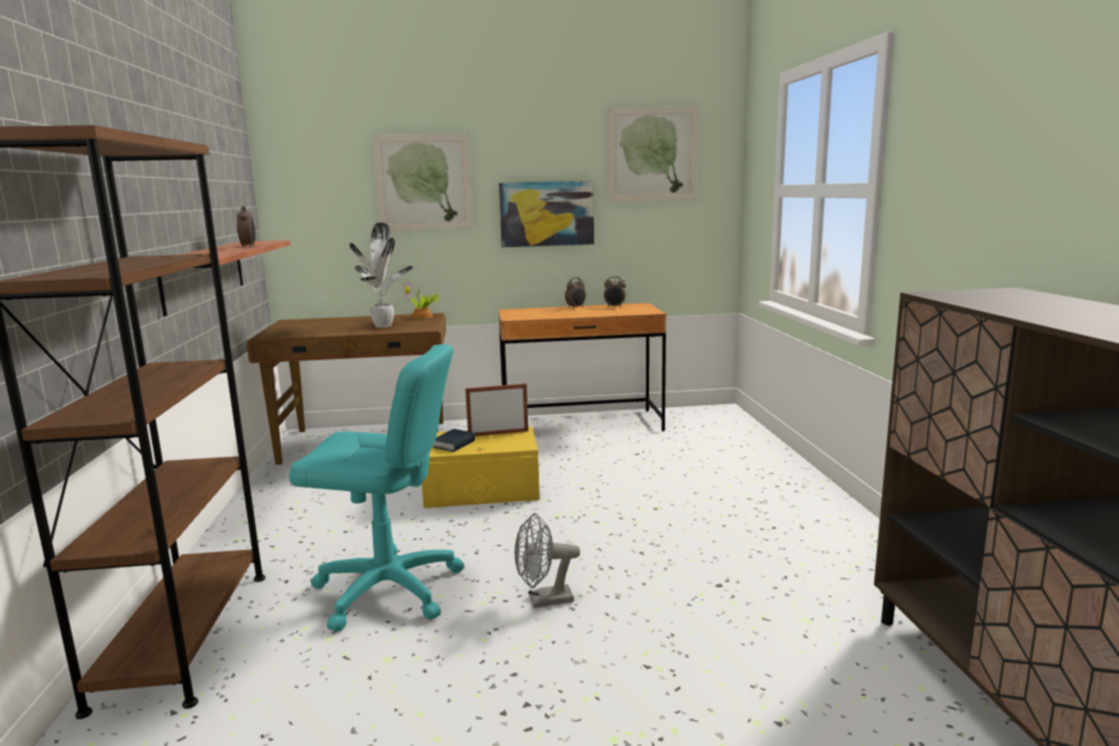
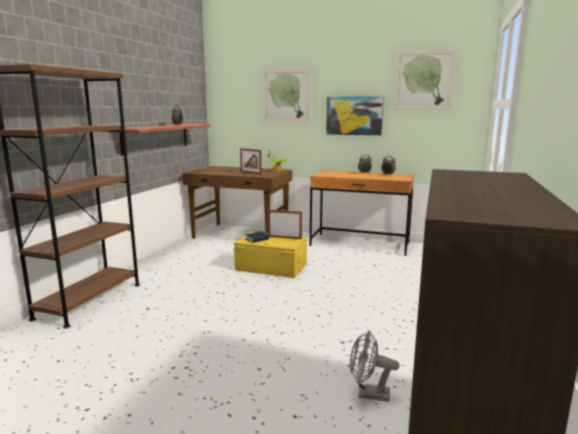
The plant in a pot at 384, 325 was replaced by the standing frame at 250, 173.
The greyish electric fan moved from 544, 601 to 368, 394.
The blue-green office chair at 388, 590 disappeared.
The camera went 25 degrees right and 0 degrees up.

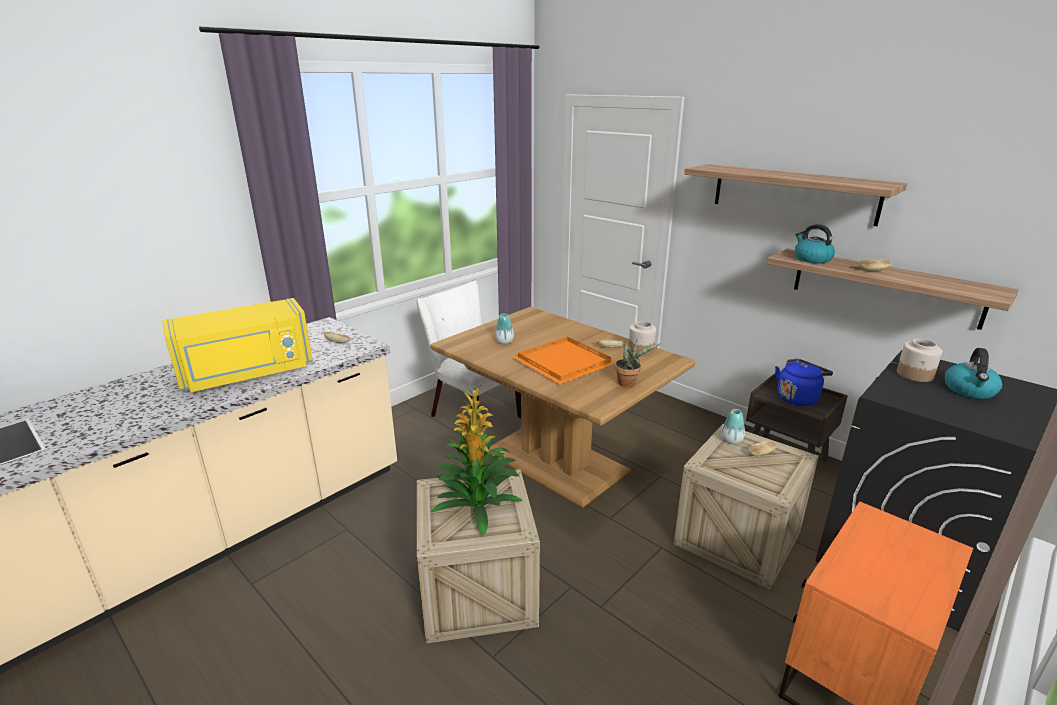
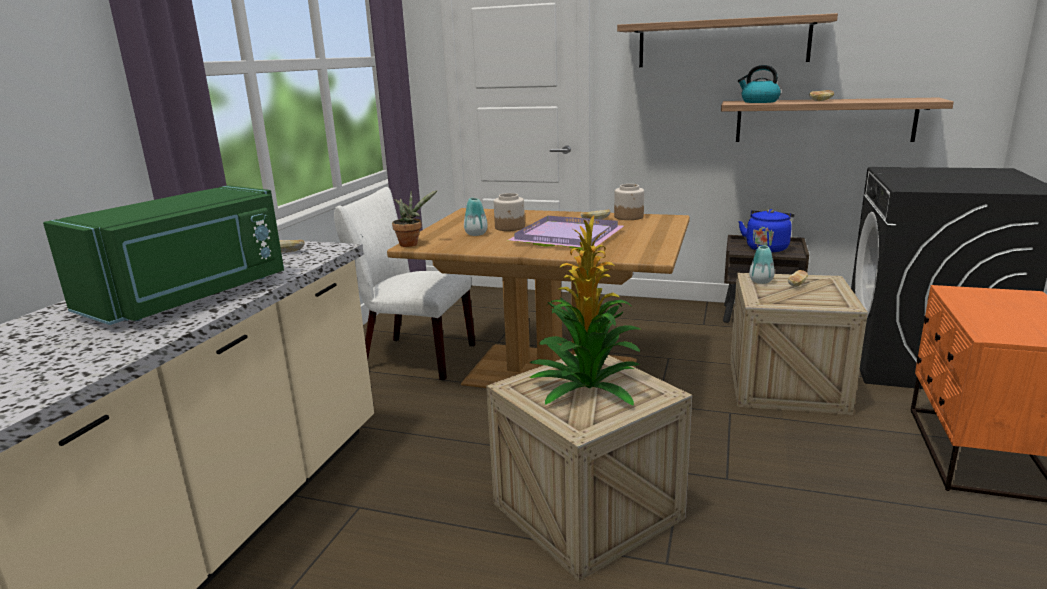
The yellow kitchen microwave at 247, 373 became the green kitchen microwave at 192, 296.
The plant in a pot moved from 628, 383 to 411, 244.
The storage jar moved from 915, 375 to 510, 227.
The orange-coloured tray at 564, 362 became the purplish tray at 566, 236.
The tea kettle at 969, 390 disappeared.
The camera went 25 degrees left and 5 degrees down.

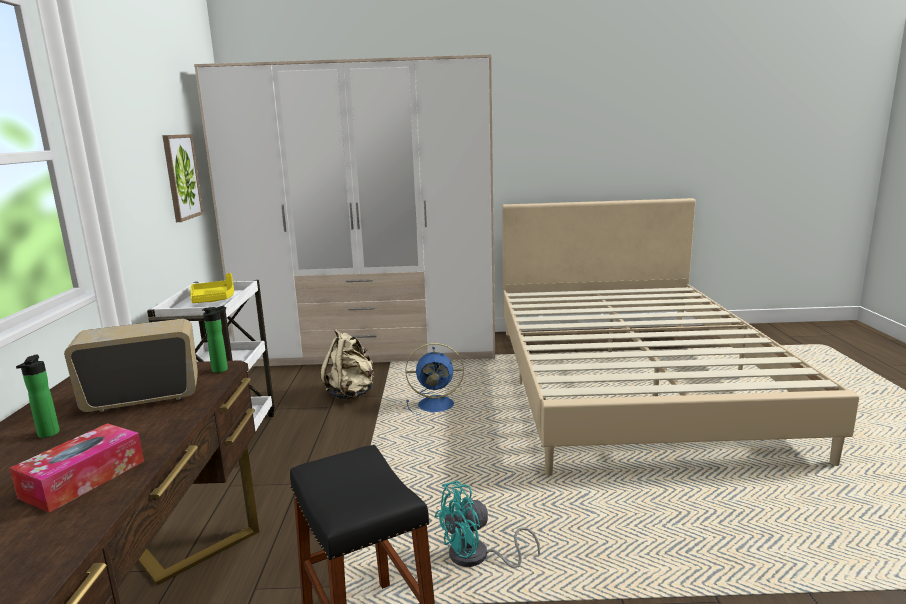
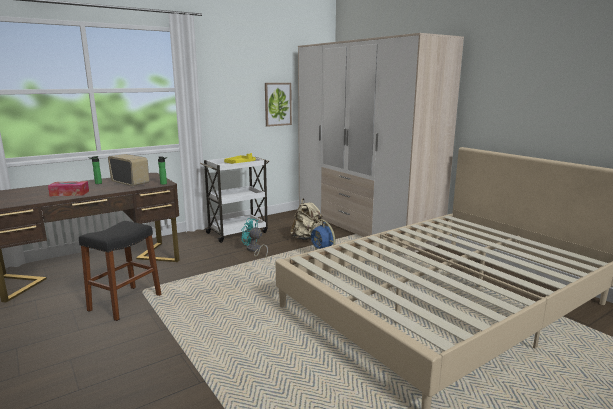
The blue-green electric fan moved from 477, 558 to 254, 250.
The camera went 55 degrees right and 0 degrees up.

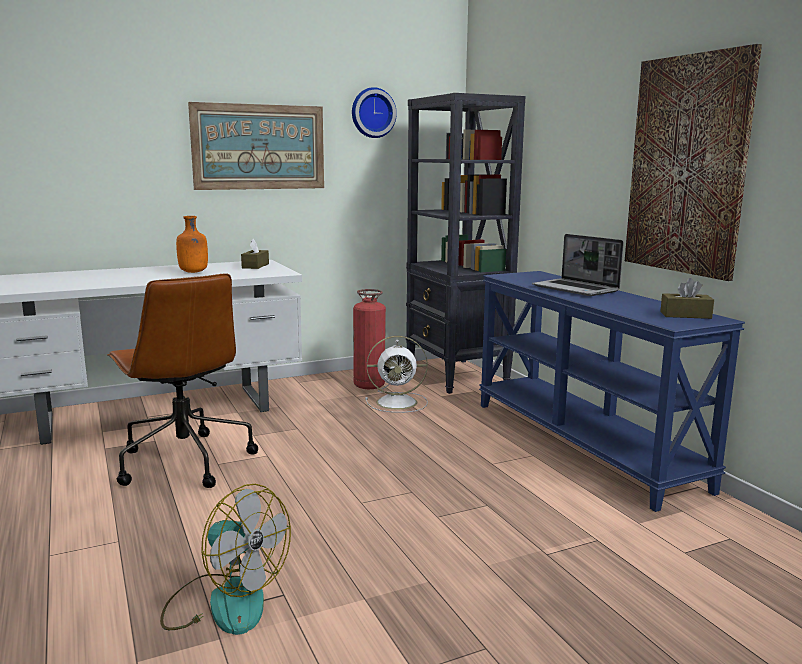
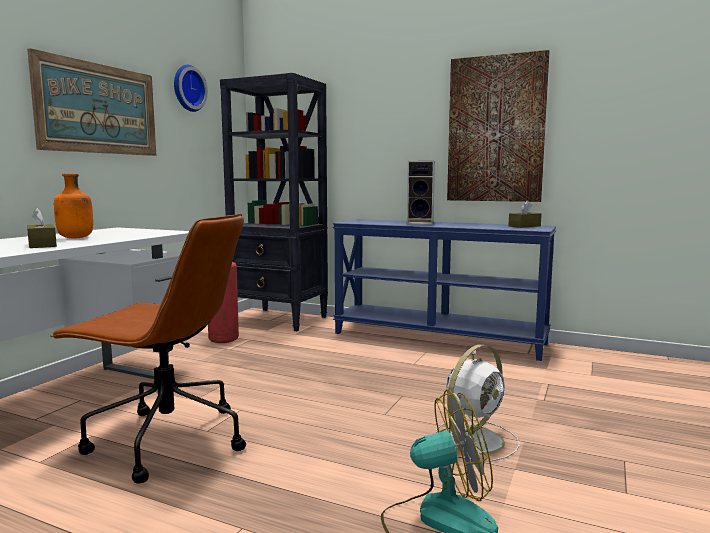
The brown-coloured tissue holder moved from 255, 266 to 42, 245.
The laptop at 576, 289 was replaced by the audio speaker at 421, 223.
The whitish electric fan moved from 398, 402 to 475, 439.
The camera went 40 degrees left and 5 degrees down.

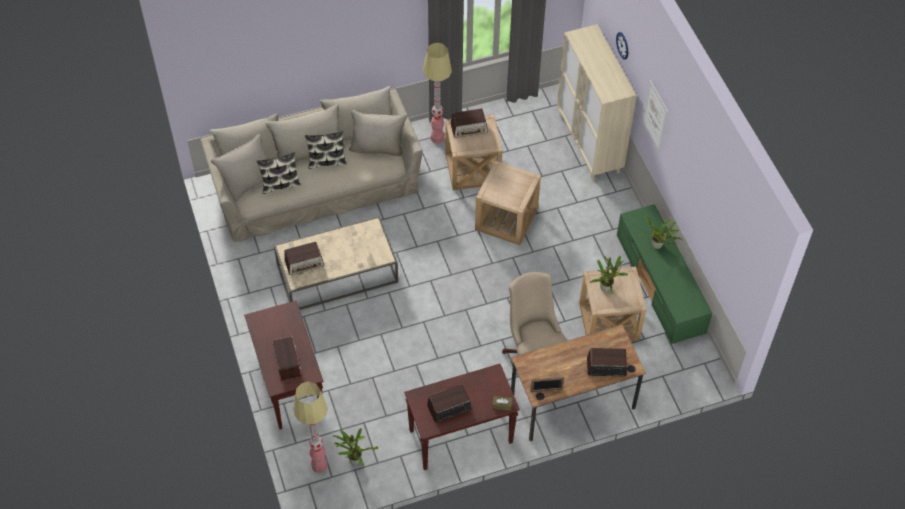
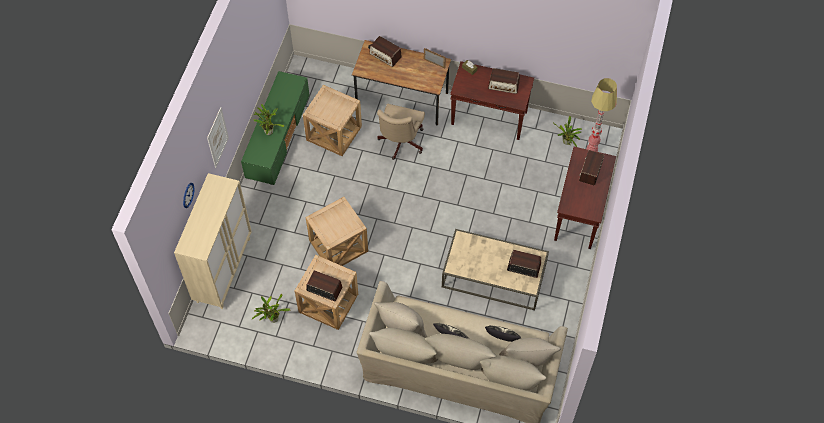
The plant in a pot moved from 606, 287 to 272, 319.
The standard lamp at 437, 138 disappeared.
The camera went 145 degrees left and 5 degrees up.

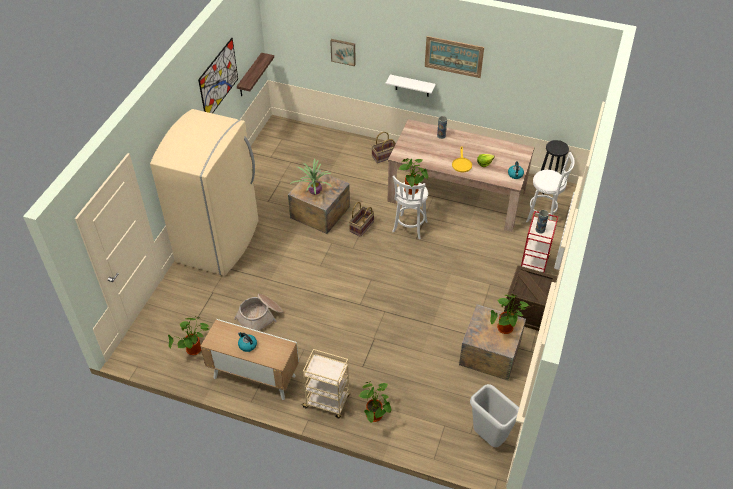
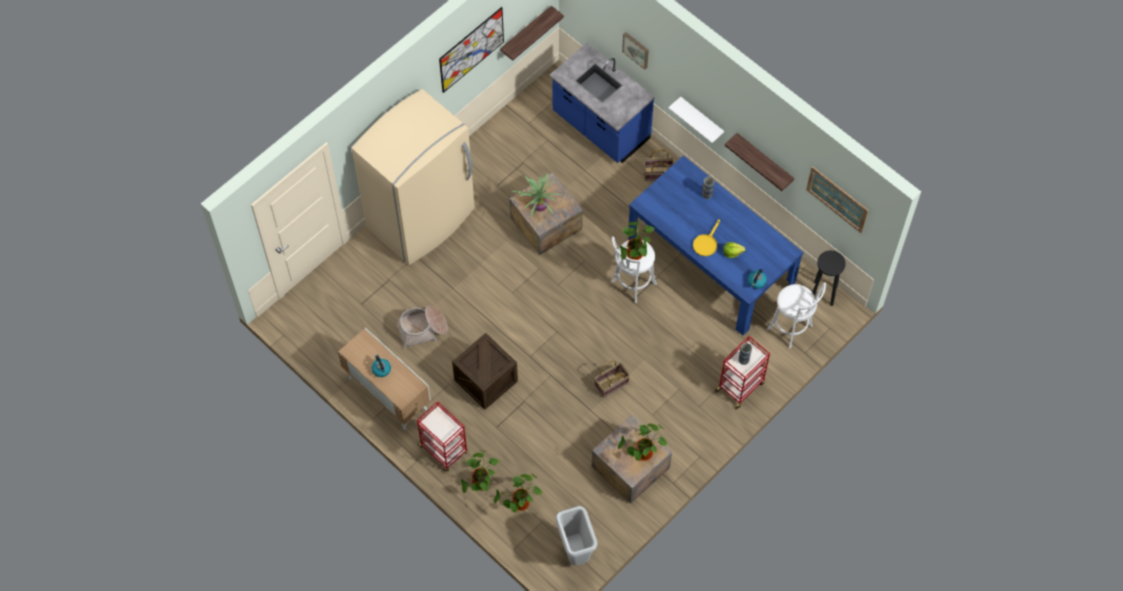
The sand-coloured wheeled cart at 327, 402 became the red-coloured wheeled cart at 444, 450.
The crate moved from 526, 310 to 486, 380.
The plant in a pot moved from 194, 351 to 520, 505.
The blue-coloured counter at 600, 127 appeared.
The household basket moved from 362, 227 to 611, 384.
The sand-coloured kitchen table at 457, 195 became the blue-coloured kitchen table at 710, 262.
The shelf at 764, 160 appeared.
The wall art moved from 454, 56 to 837, 199.
The camera went 25 degrees right and 15 degrees up.

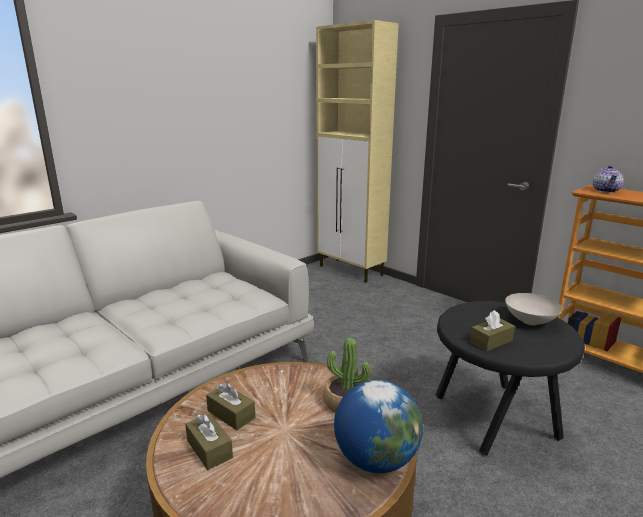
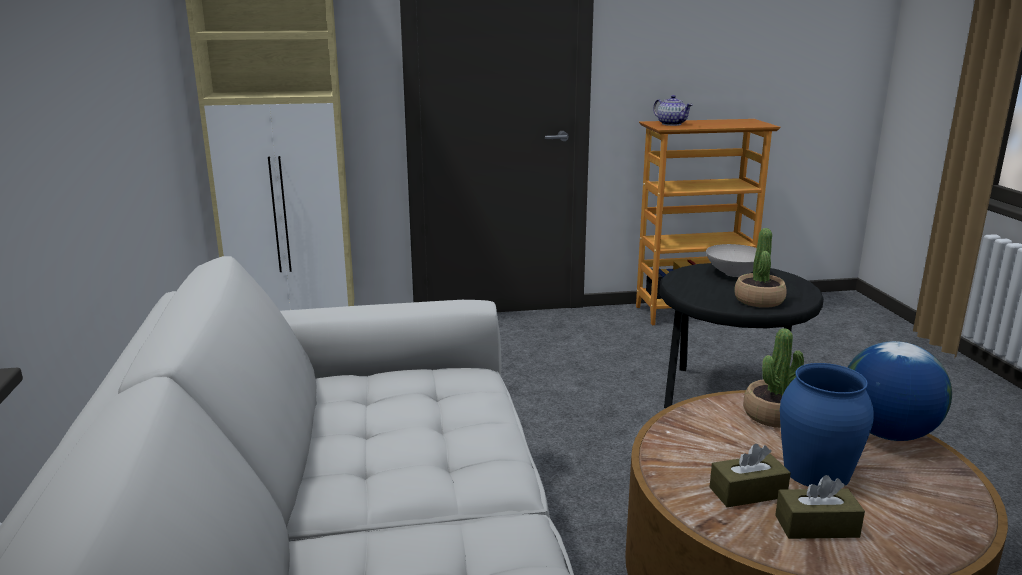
The brown-coloured tissue holder at 491, 341 was replaced by the plant in a pot at 759, 300.
The blue-coloured flower vase at 817, 471 appeared.
The camera went 55 degrees left and 0 degrees up.

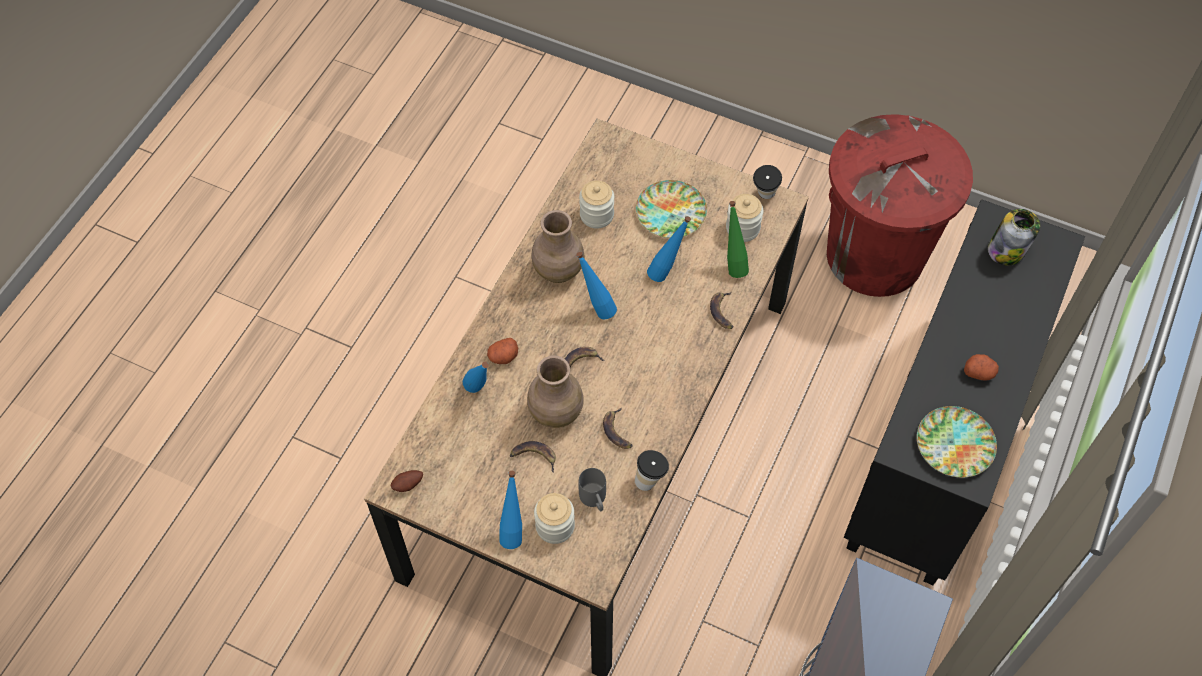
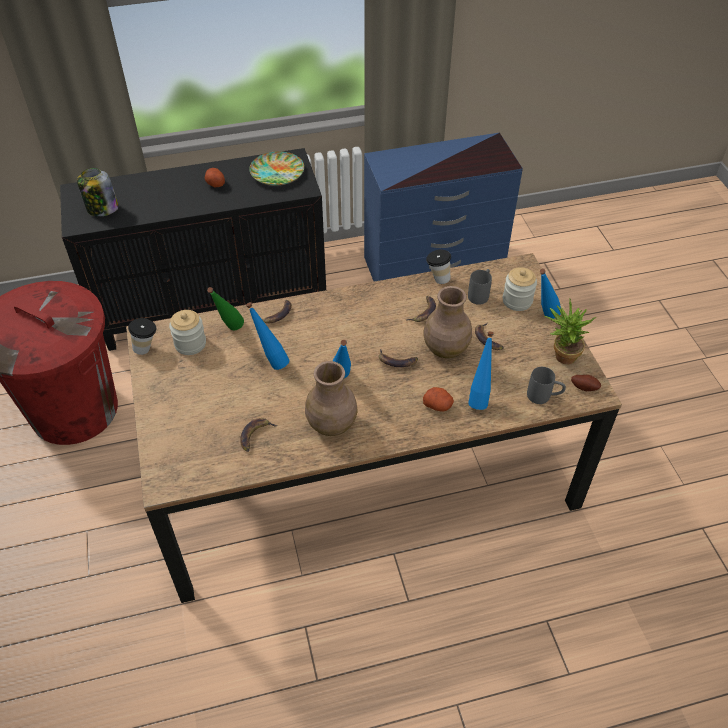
The storage jar at 596, 215 was replaced by the whole banana at 255, 435.
The greyish coffee mug at 544, 396 appeared.
The plant in a pot at 560, 355 appeared.
The flat dish at 671, 213 disappeared.
The camera went 130 degrees left and 10 degrees down.

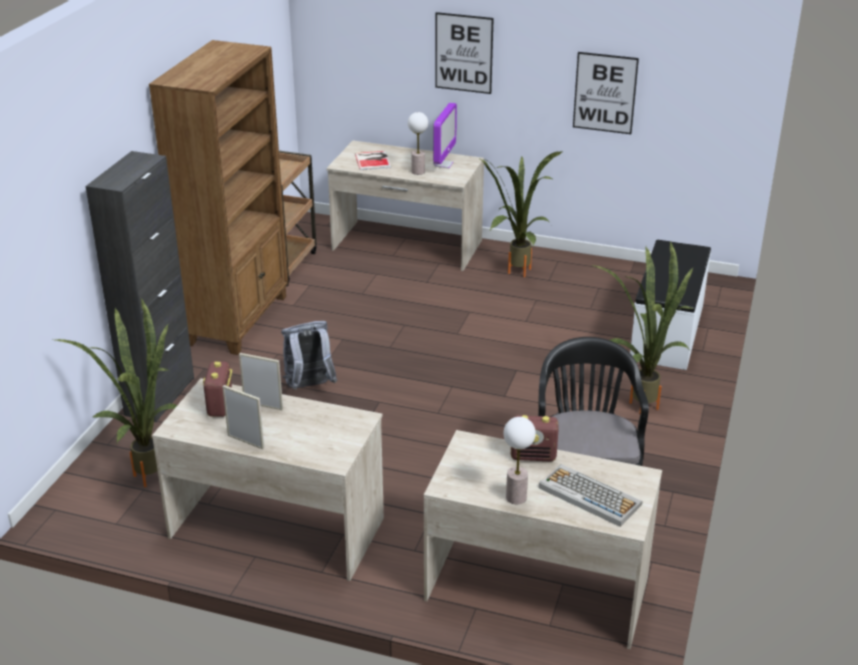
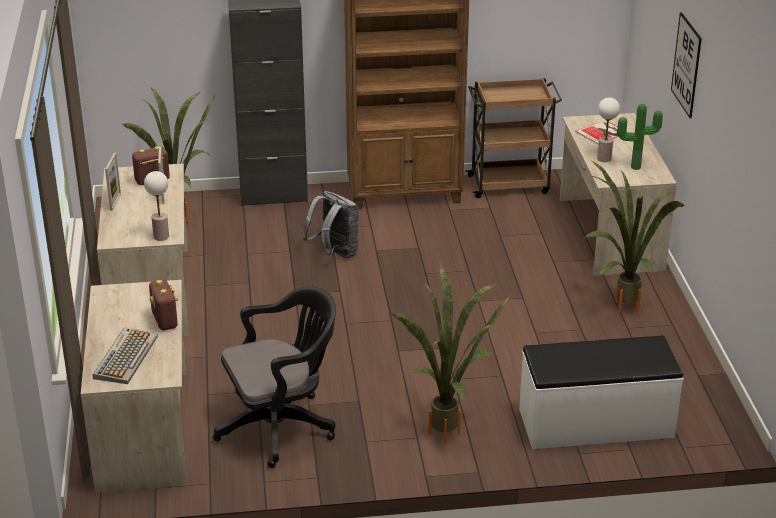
The tabletop lamp moved from 515, 497 to 161, 236.
The computer display at 443, 164 was replaced by the plant in a pot at 635, 166.
The wall art at 605, 93 disappeared.
The camera went 65 degrees right and 0 degrees up.

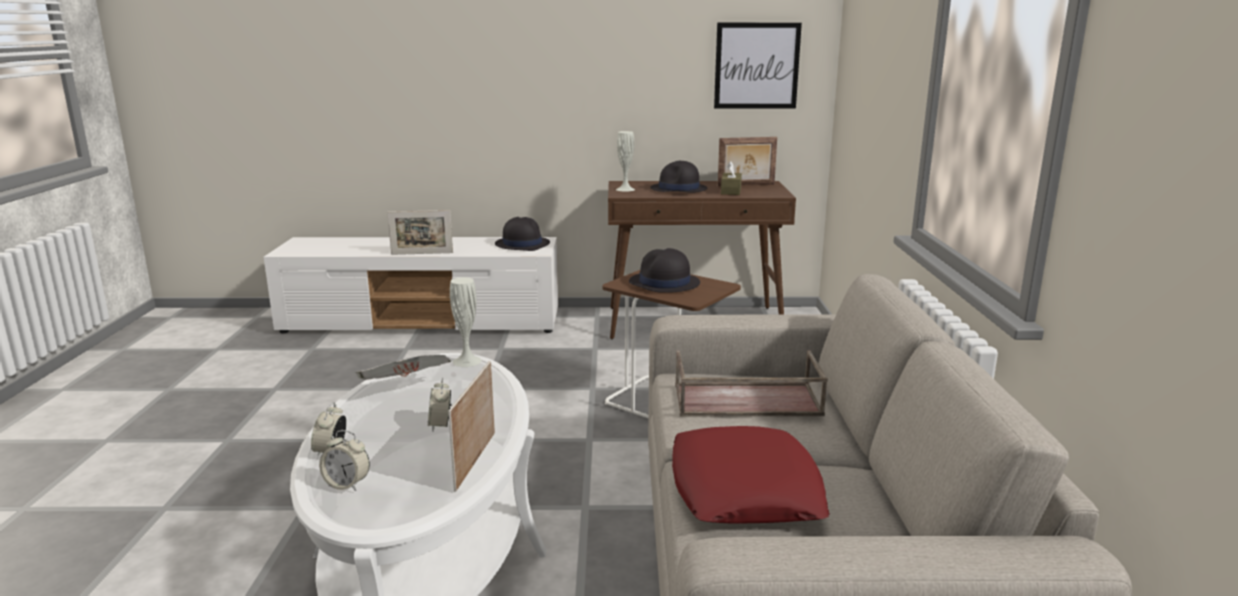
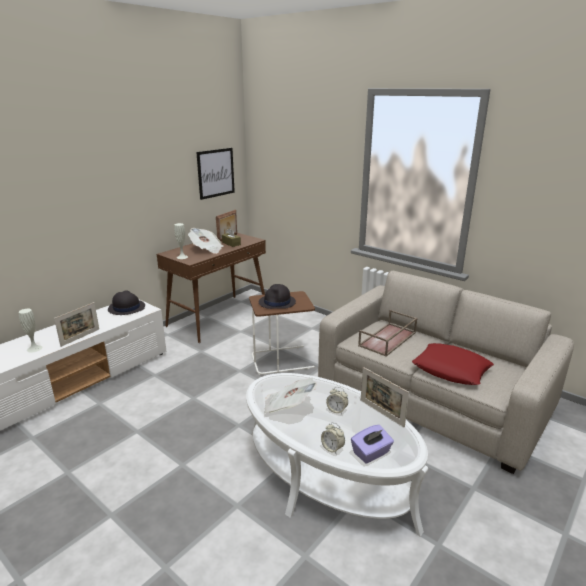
The whitish flower vase moved from 467, 361 to 34, 348.
The blackish wearable hat at 679, 189 was replaced by the newspaper at 206, 249.
The bedside clock at 347, 484 was replaced by the purplish tissue holder at 371, 453.
The camera went 50 degrees left and 5 degrees up.

